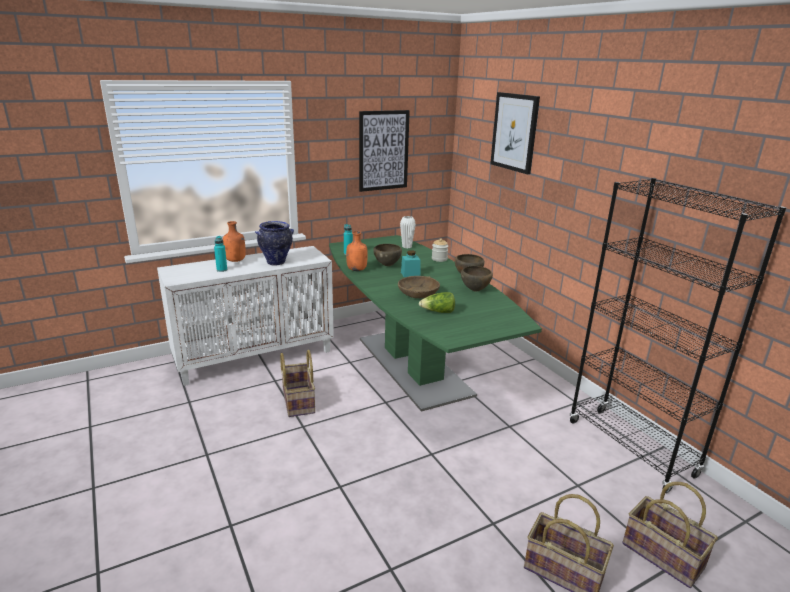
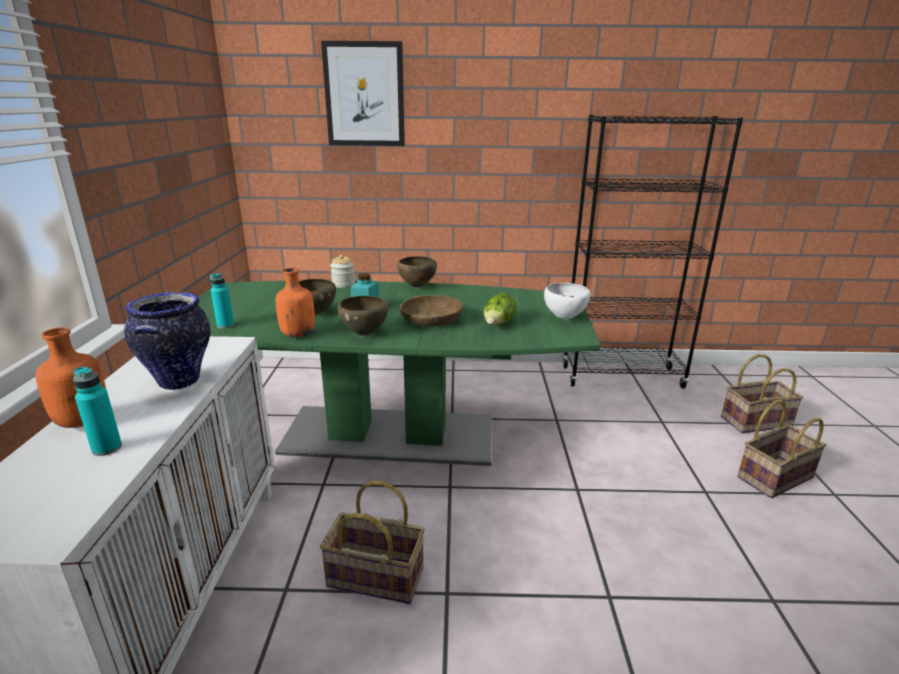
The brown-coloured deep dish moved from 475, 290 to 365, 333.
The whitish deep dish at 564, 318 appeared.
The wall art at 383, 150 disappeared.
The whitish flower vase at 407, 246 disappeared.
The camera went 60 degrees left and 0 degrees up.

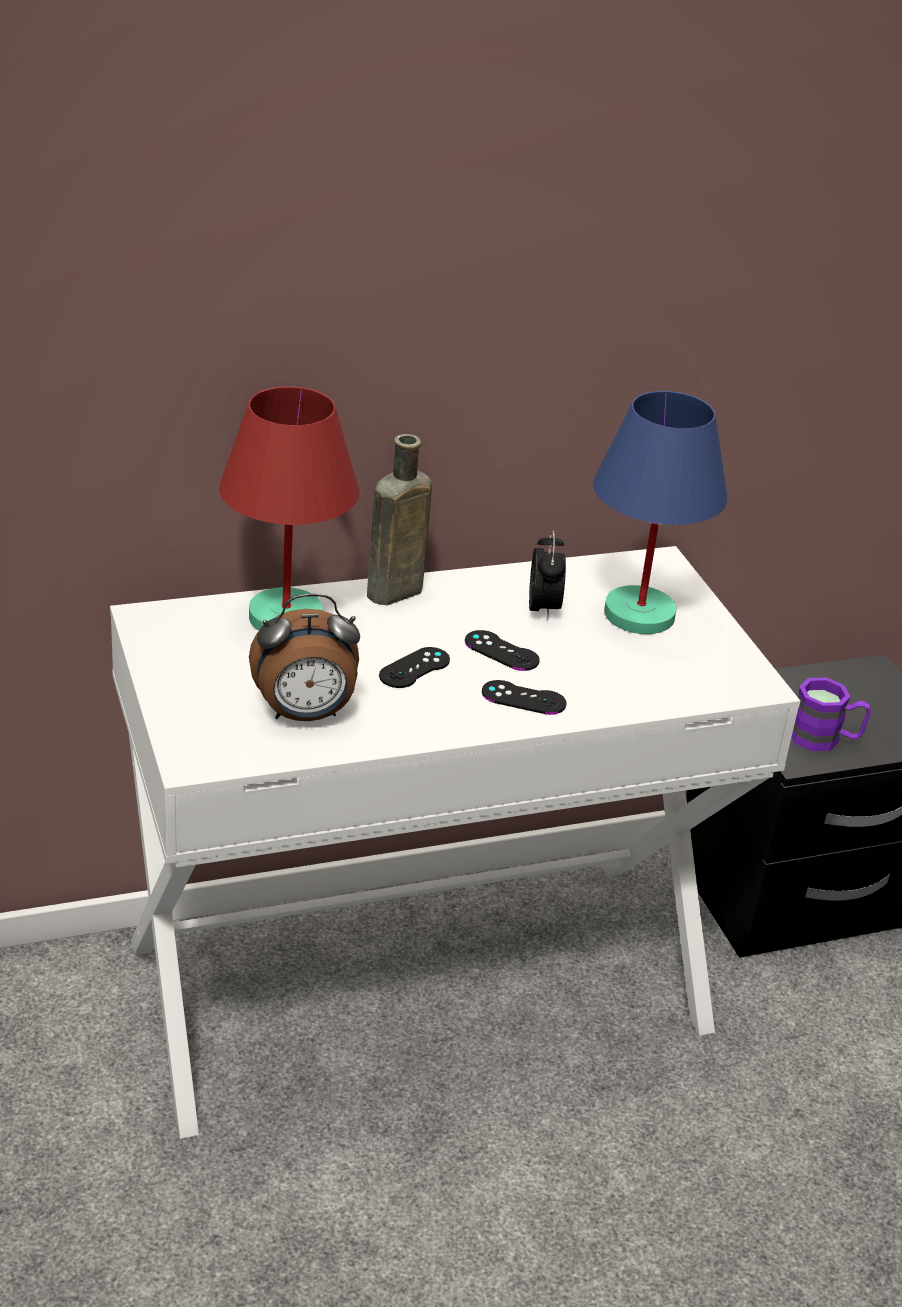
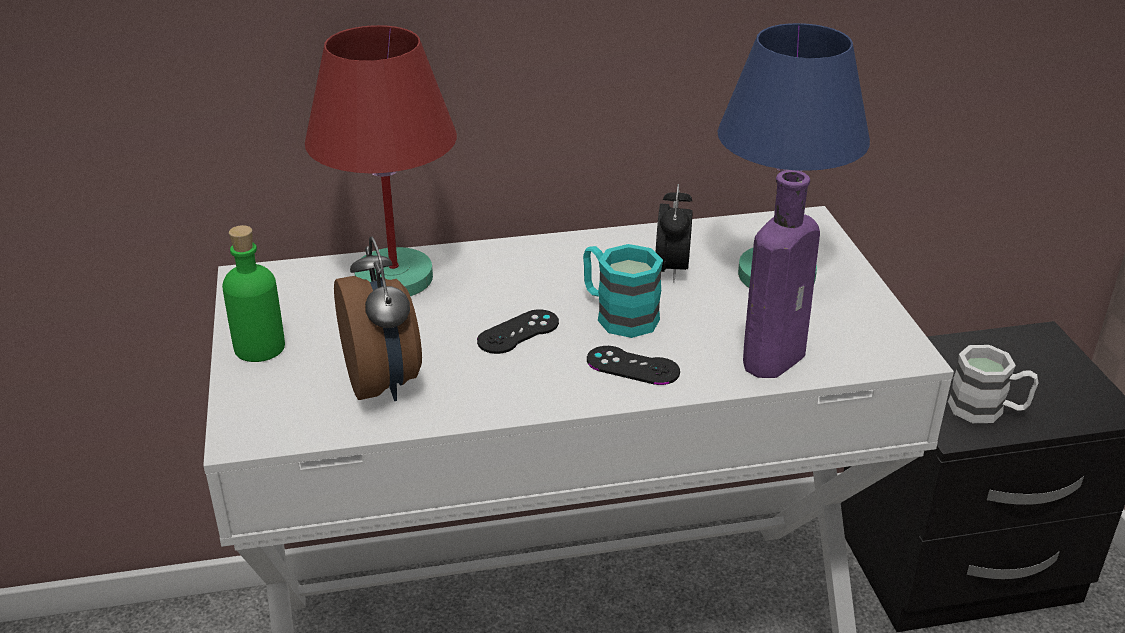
The green drink bottle at 260, 347 appeared.
The bedside clock at 305, 715 turned 105 degrees counterclockwise.
The blackish gamepad at 501, 651 was replaced by the blue-green coffee mug at 618, 314.
The purplish drink bottle at 776, 356 appeared.
The purplish coffee mug at 825, 739 became the whitish coffee mug at 987, 410.
The brown-coloured drink bottle at 391, 593 disappeared.
The camera went 10 degrees right and 0 degrees up.

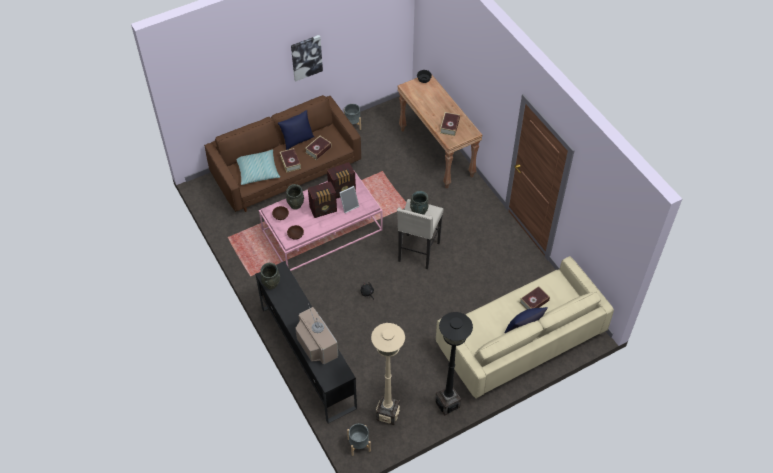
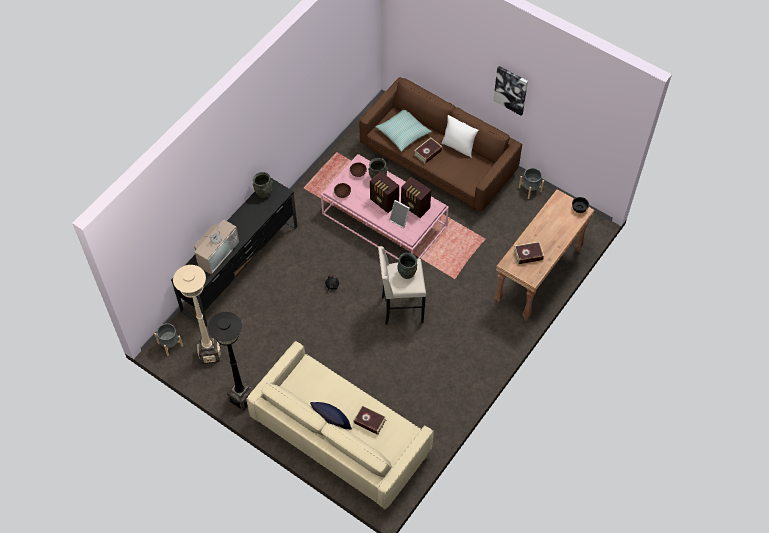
The blue-coloured pillow at 297, 140 became the whitish pillow at 458, 146.
The bound book at 318, 150 disappeared.
The camera went 65 degrees right and 5 degrees up.

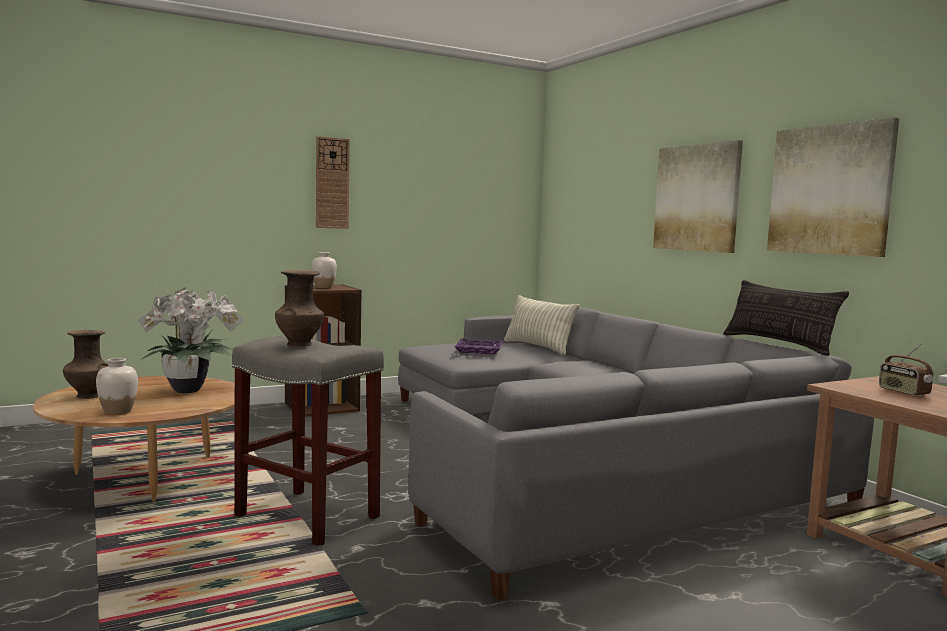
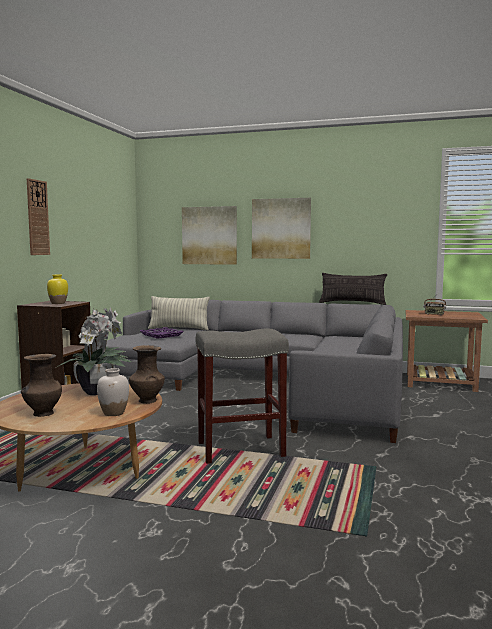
The whitish flower vase at 323, 287 became the yellow flower vase at 58, 303.
The brown-coloured flower vase moved from 299, 345 to 147, 400.
The wall art moved from 830, 190 to 209, 235.
The camera went 45 degrees left and 0 degrees up.

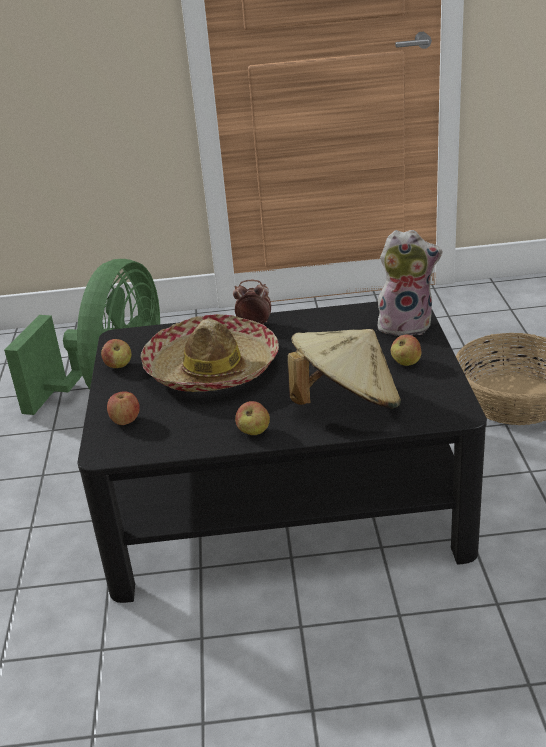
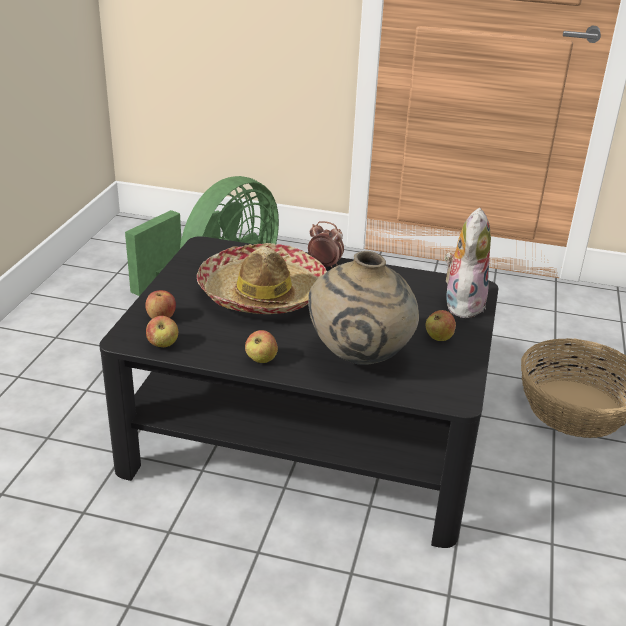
The apple moved from 118, 366 to 163, 344.
The sand-coloured wearable hat at 346, 403 was replaced by the sand-coloured flower vase at 359, 358.
The cuddly toy at 406, 325 turned 90 degrees counterclockwise.
The camera went 15 degrees right and 0 degrees up.

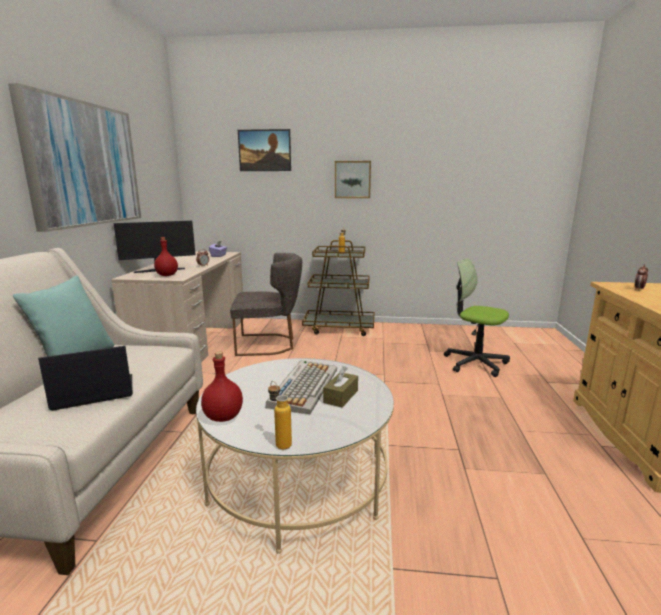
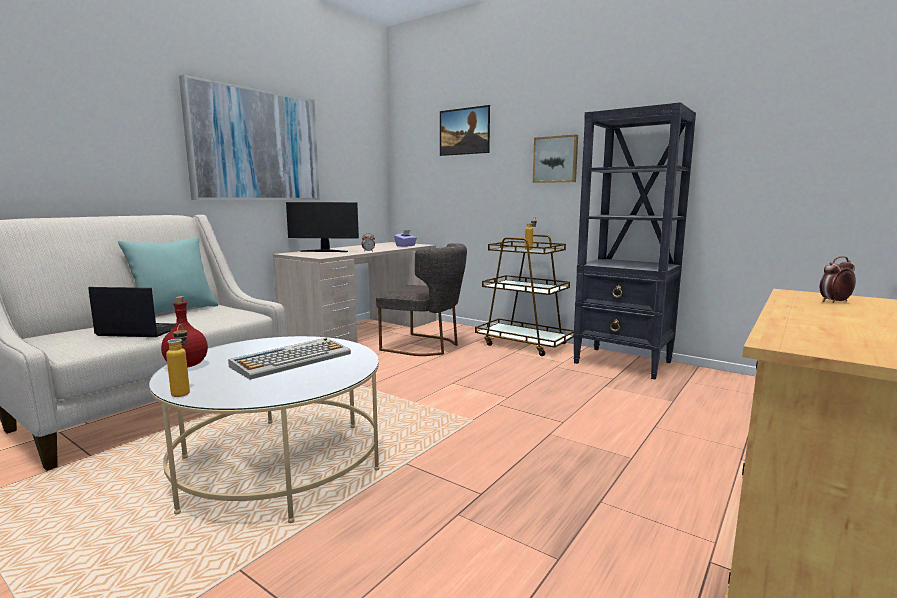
The blackish bookcase at 623, 363 appeared.
The red-coloured drink bottle at 166, 275 disappeared.
The brown-coloured tissue holder at 341, 396 disappeared.
The office chair at 475, 363 disappeared.
The camera went 30 degrees right and 5 degrees down.

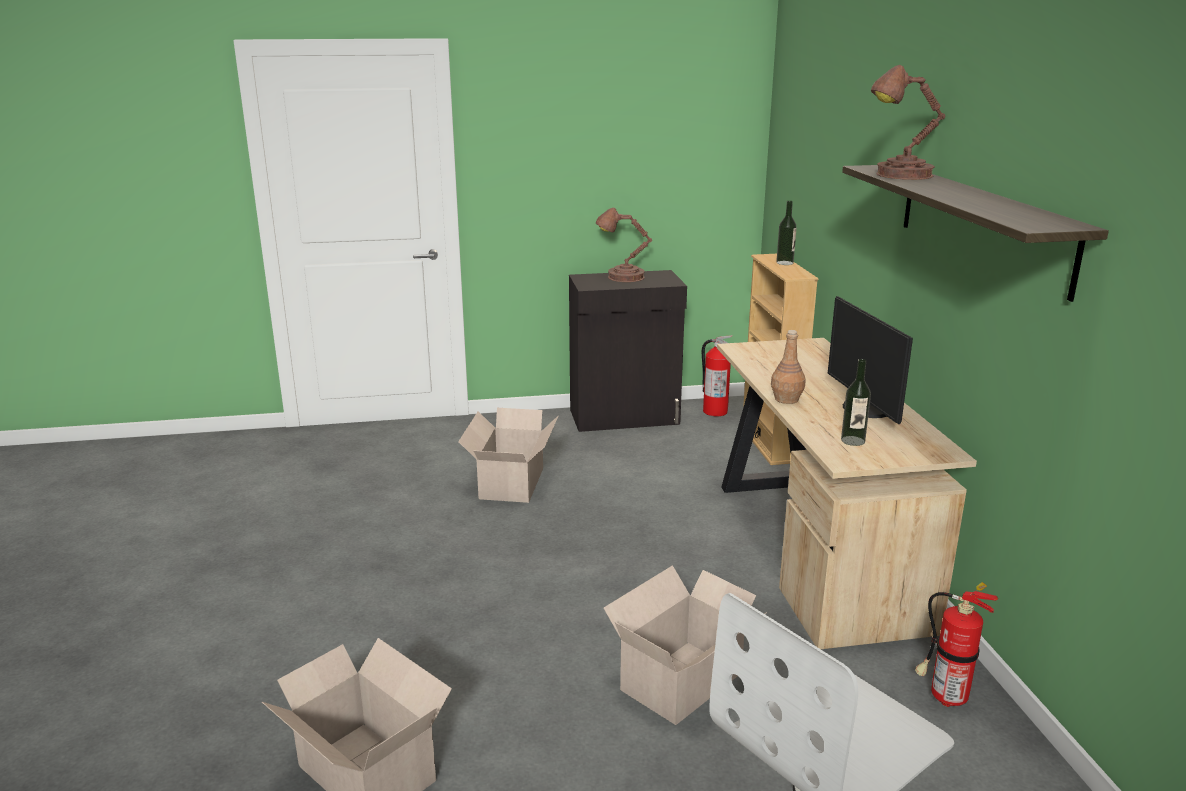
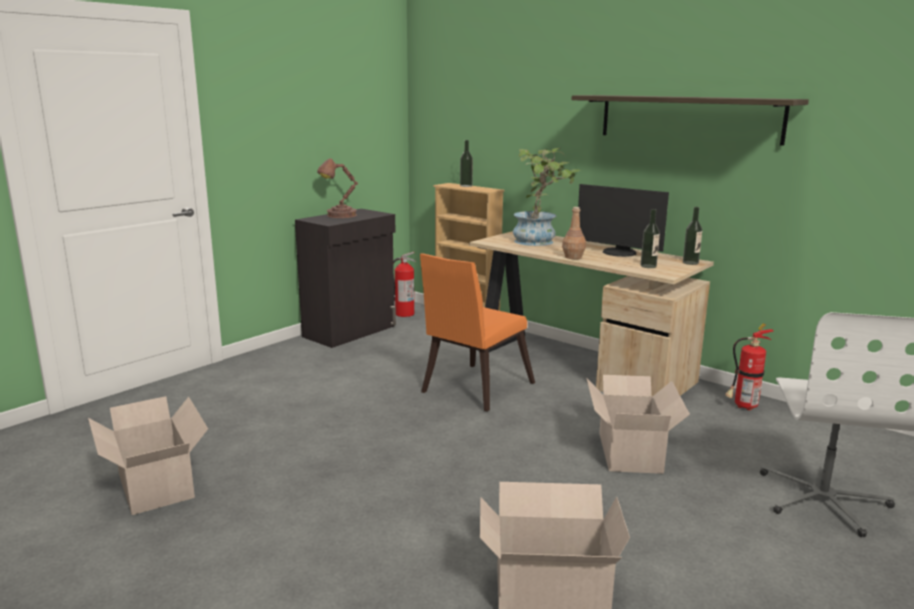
The cardboard box moved from 510, 484 to 155, 487.
The orange-coloured plain chair at 473, 389 appeared.
The plant in a pot at 540, 241 appeared.
The drink bottle at 690, 263 appeared.
The brown-coloured tabletop lamp at 900, 175 disappeared.
The camera went 40 degrees left and 5 degrees down.

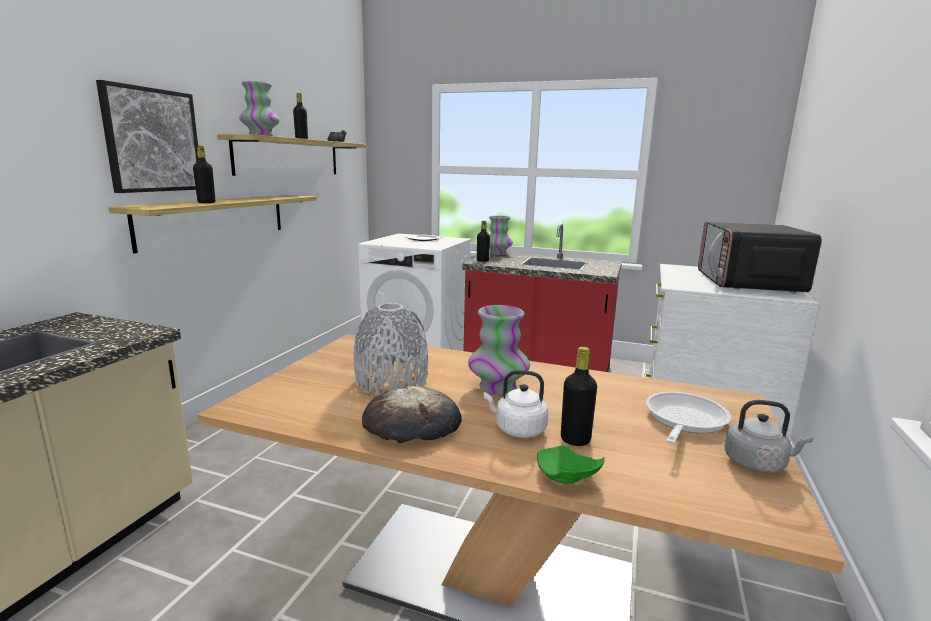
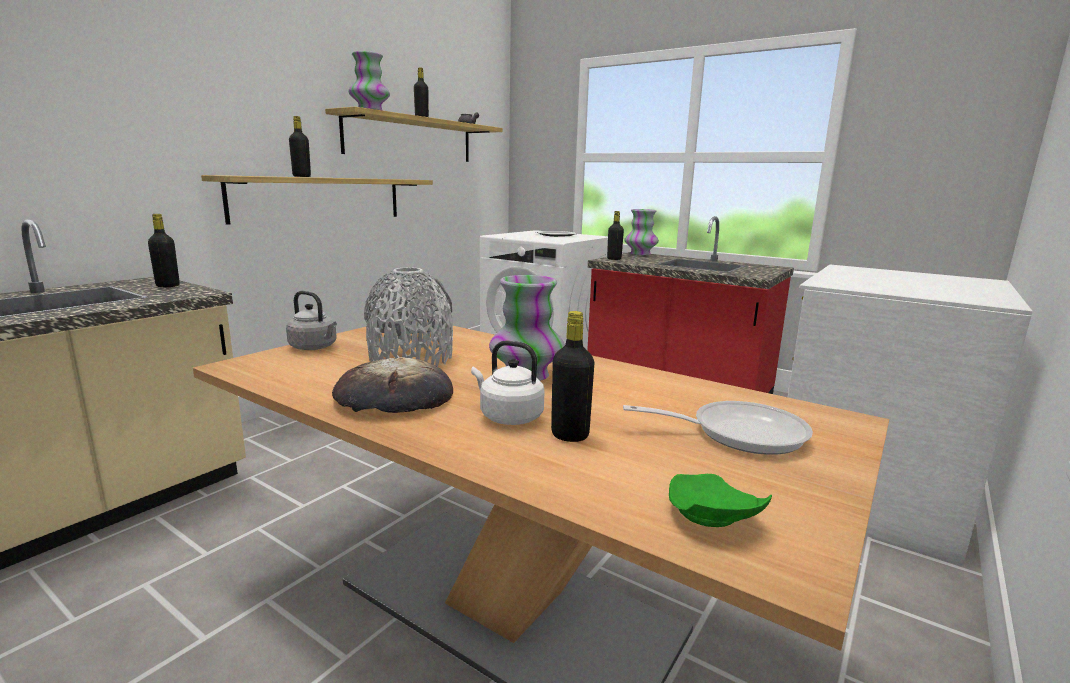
The blackish drink bottle at 168, 286 appeared.
The greyish tea kettle moved from 757, 464 to 315, 347.
The skillet at 683, 421 turned 45 degrees clockwise.
The green flat dish moved from 566, 476 to 710, 517.
The wall art at 152, 140 disappeared.
The kitchen microwave at 748, 283 disappeared.
The camera went 15 degrees right and 0 degrees up.

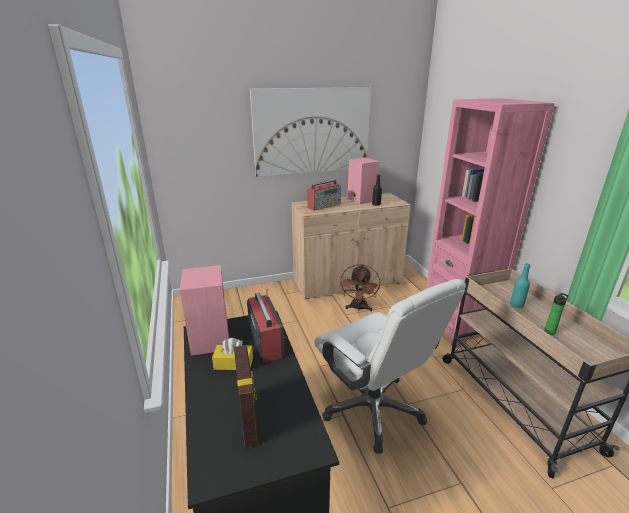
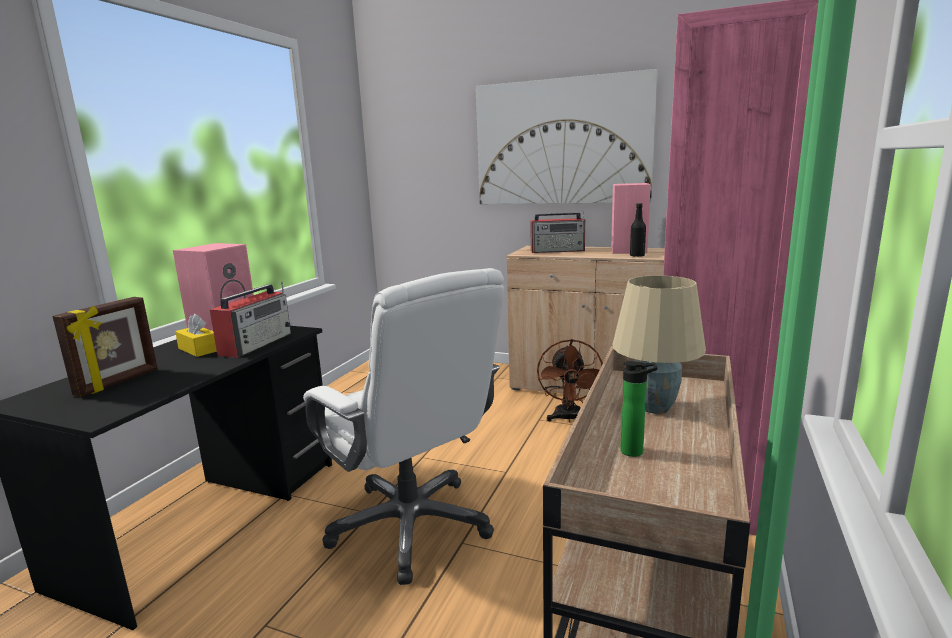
The whitish office chair at 373, 409 turned 45 degrees counterclockwise.
The brown-coloured electric fan at 358, 308 turned 45 degrees counterclockwise.
The blue-green drink bottle at 516, 305 was replaced by the sand-coloured tabletop lamp at 653, 408.
The camera went 40 degrees right and 10 degrees down.

